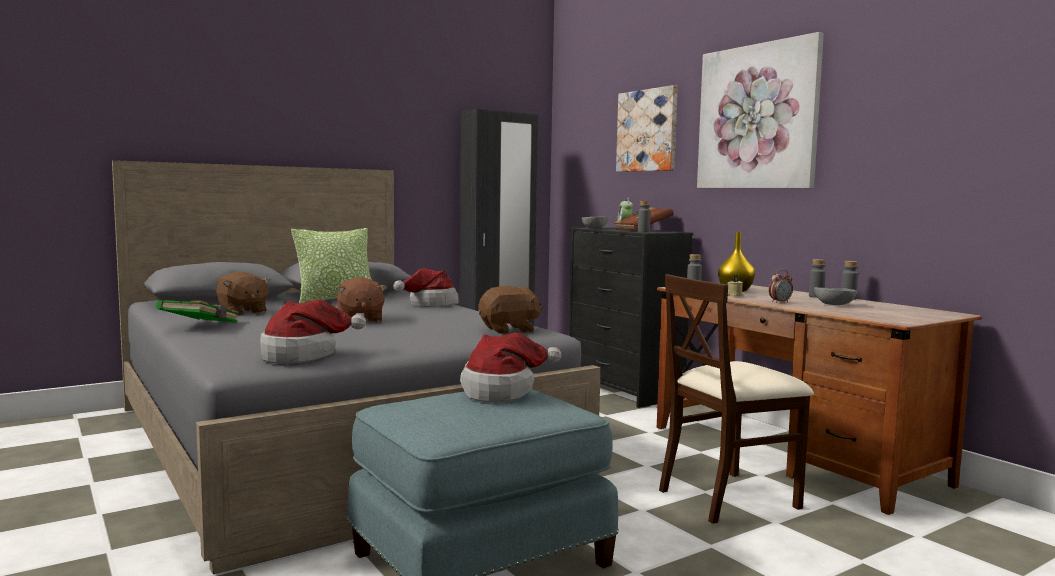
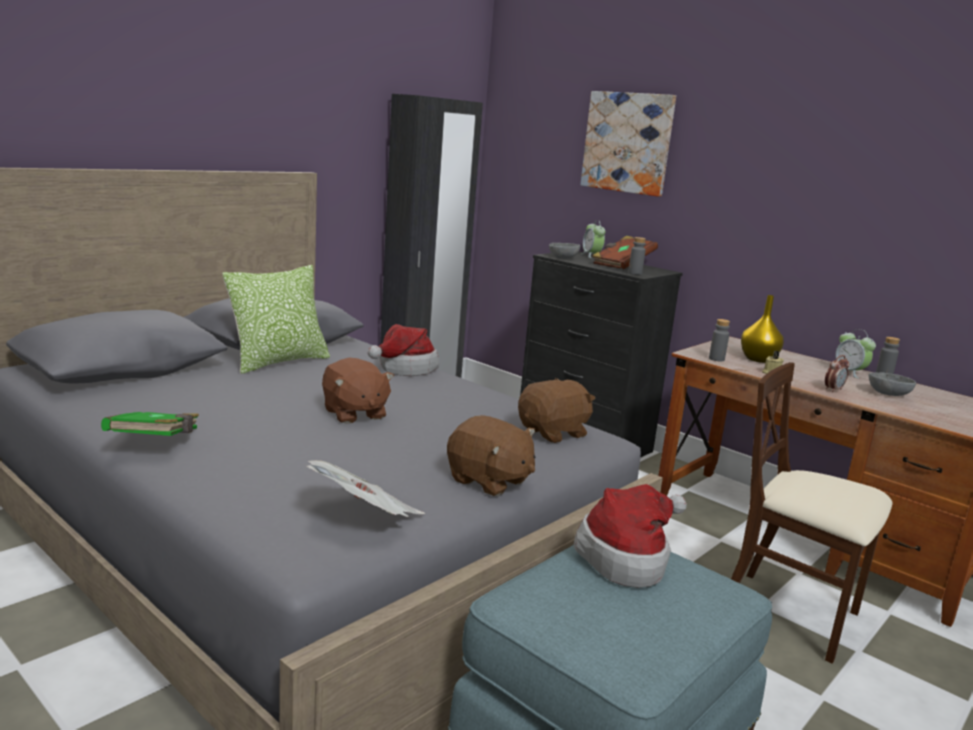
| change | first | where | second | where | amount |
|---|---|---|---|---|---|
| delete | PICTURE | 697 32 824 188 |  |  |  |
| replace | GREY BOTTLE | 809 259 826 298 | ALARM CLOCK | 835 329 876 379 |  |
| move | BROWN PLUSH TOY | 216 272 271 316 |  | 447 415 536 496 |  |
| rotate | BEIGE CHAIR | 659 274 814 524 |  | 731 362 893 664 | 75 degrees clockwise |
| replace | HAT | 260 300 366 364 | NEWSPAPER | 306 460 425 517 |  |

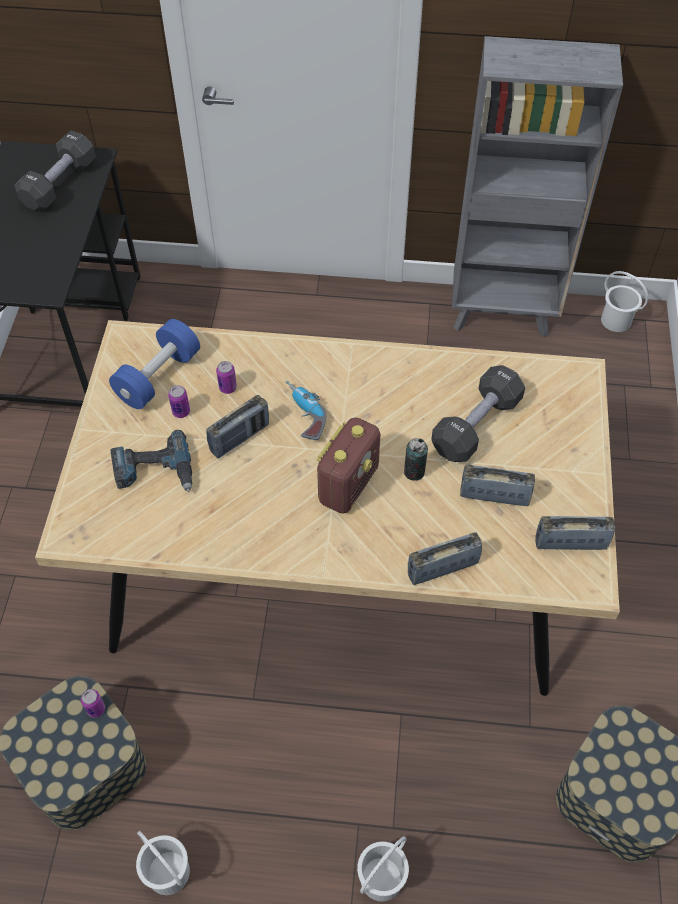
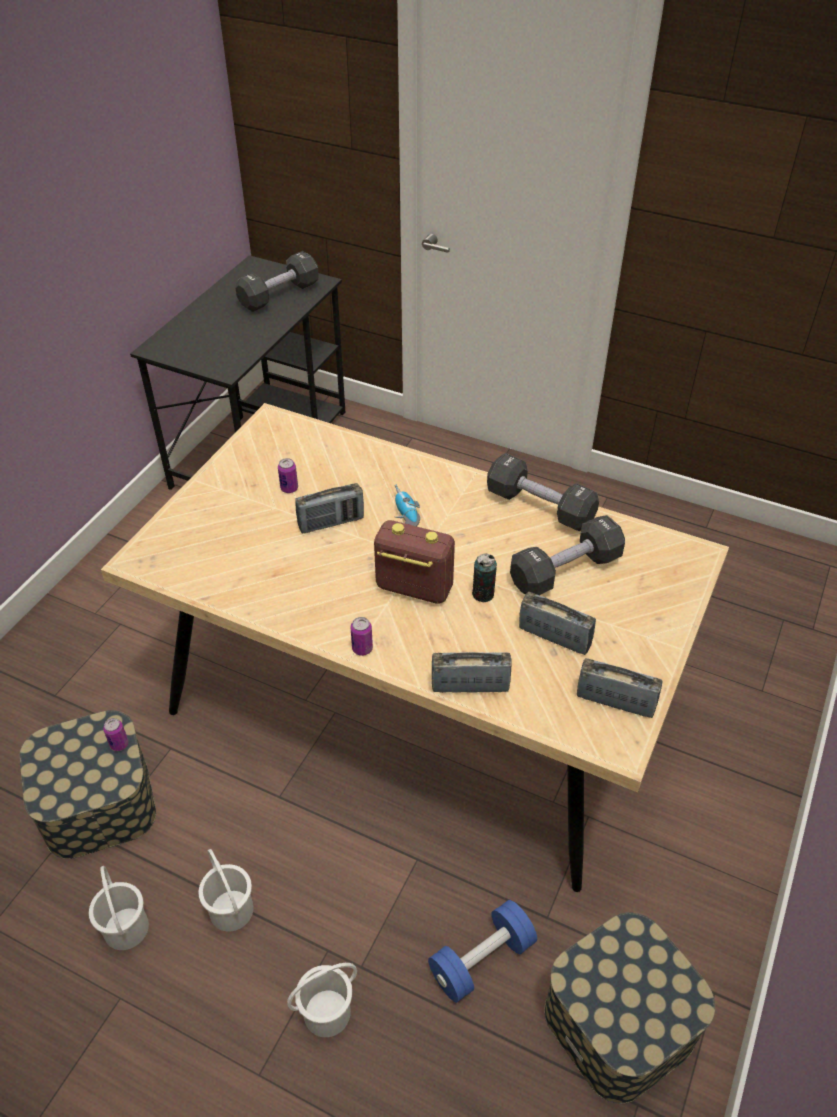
| change | first | where | second | where | amount |
|---|---|---|---|---|---|
| delete | GREY BOOKCASE | 452 36 623 338 |  |  |  |
| move | WHITE BUCKET | 601 271 648 332 |  | 198 849 254 932 |  |
| move | BLUE DUMBBELL | 109 319 200 409 |  | 428 900 537 1003 |  |
| move | CAN | 216 361 237 394 |  | 350 617 373 656 |  |
| rotate | RADIO | 317 417 380 514 |  | 374 520 455 604 | 120 degrees counterclockwise |
| delete | POWER DRILL | 110 430 192 492 |  |  |  |
| insert |  |  | BLACK DUMBBELL | 487 453 599 531 |  |

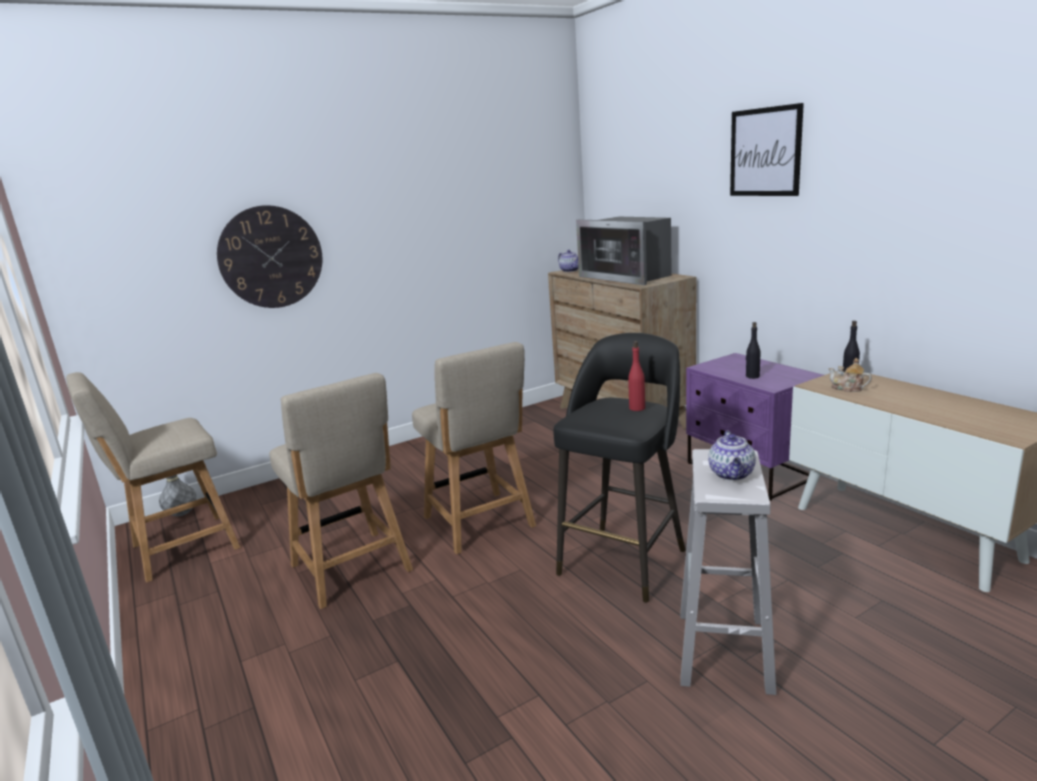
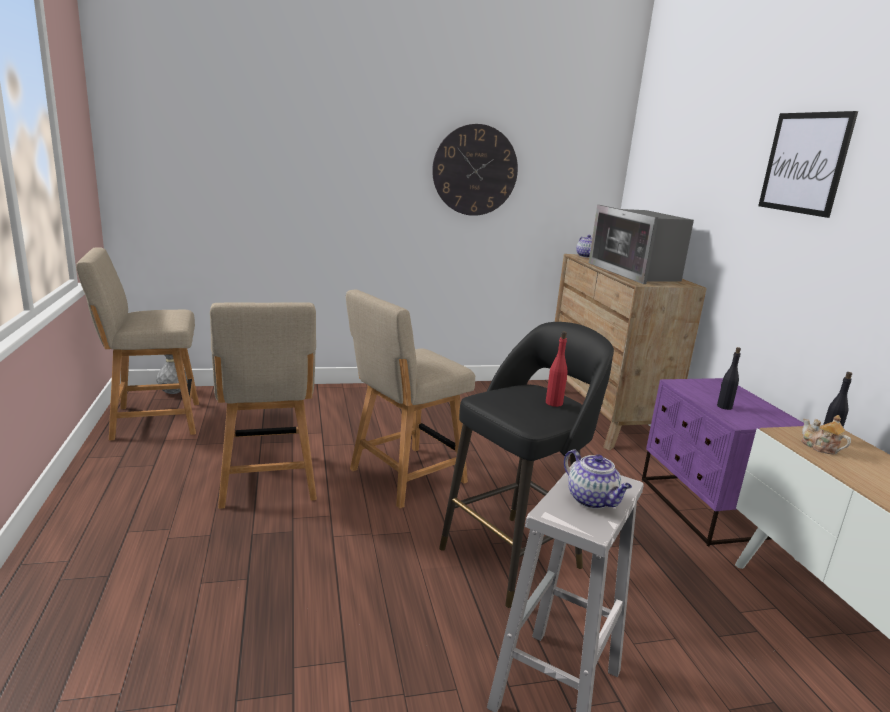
| change | first | where | second | where | amount |
|---|---|---|---|---|---|
| move | WALL CLOCK | 217 205 322 308 |  | 432 124 518 216 |  |
| rotate | BEIGE CHAIR | 412 342 536 555 |  | 346 289 475 508 | 60 degrees clockwise |
| rotate | TEAPOT | 708 430 756 481 |  | 564 449 632 509 | 60 degrees counterclockwise |

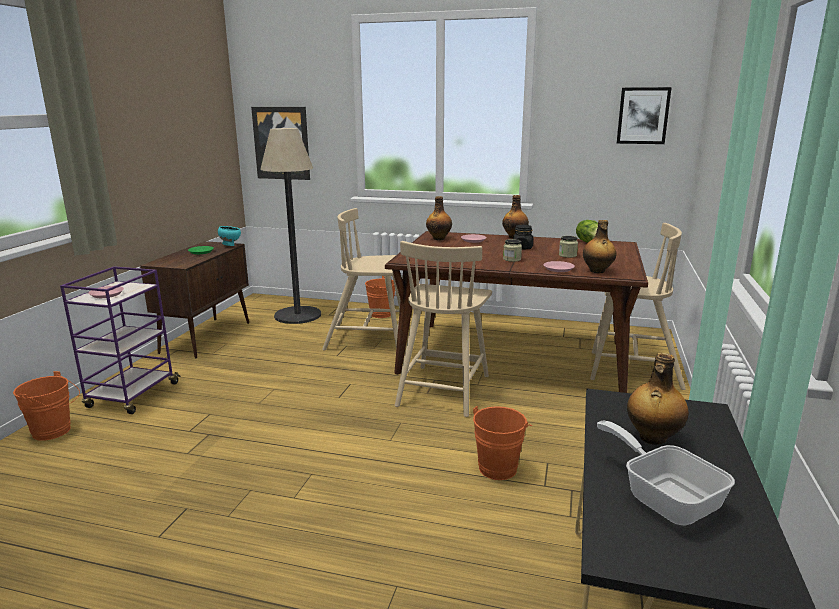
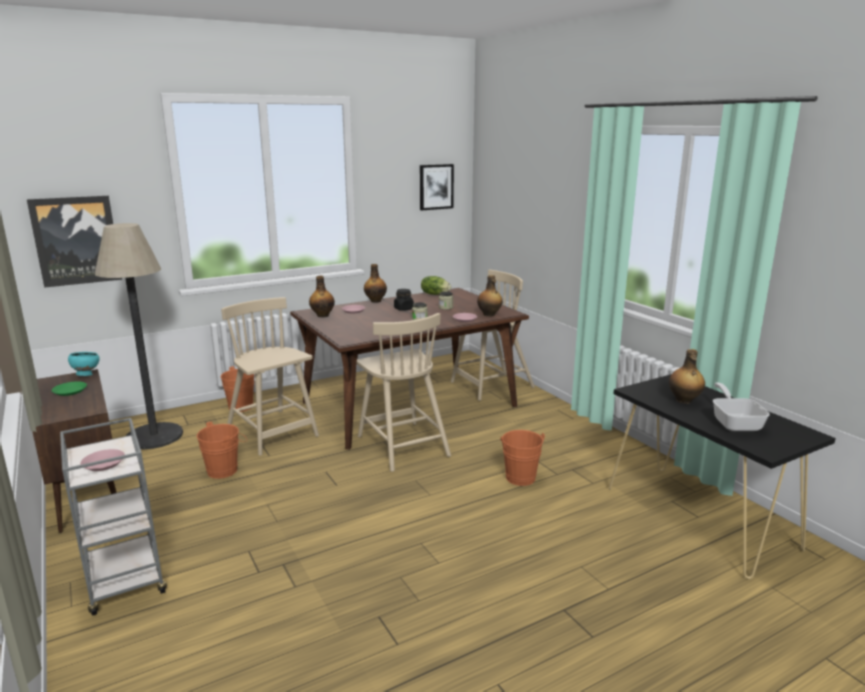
| change | first | where | second | where | amount |
|---|---|---|---|---|---|
| rotate | BEIGE CHAIR | 322 208 400 351 |  | 221 297 319 456 | 90 degrees clockwise |
| recolor | PURPLE CART | 60 266 181 414 | GREY CART | 60 418 167 616 |  |
| move | ORANGE BUCKET | 13 371 80 441 |  | 196 421 247 479 |  |
| rotate | FRYING PAN | 597 421 735 526 |  | 713 383 770 431 | 75 degrees clockwise |

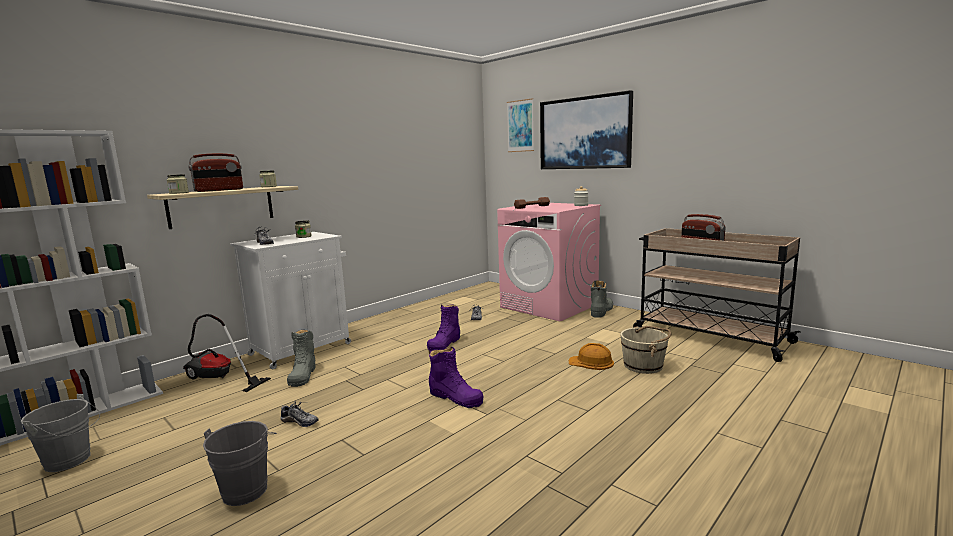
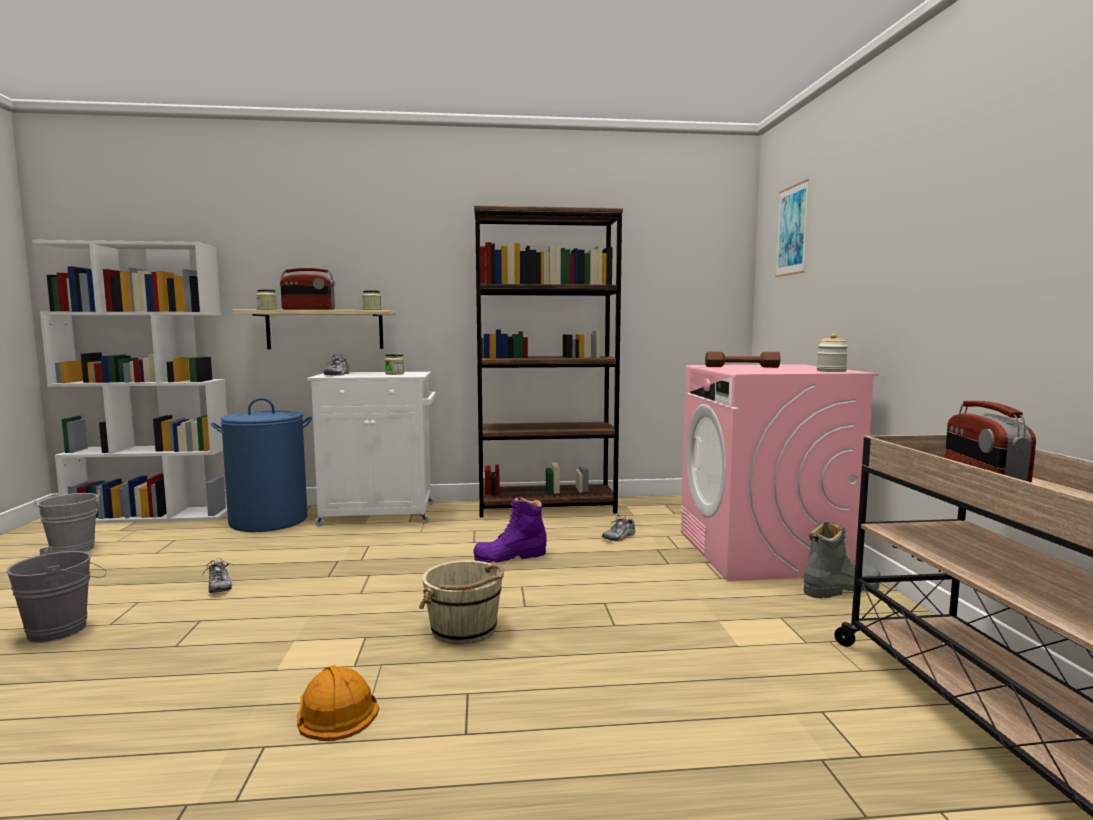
| change | first | where | second | where | amount |
|---|---|---|---|---|---|
| delete | PICTURE | 540 90 633 169 |  |  |  |
| replace | VACUUM CLEANER | 183 314 271 392 | BLUE LAUNDRY BASKET | 211 398 312 532 |  |
| move | BEIGE BUCKET | 620 326 671 374 |  | 419 560 504 645 |  |
| delete | GREY BOOT | 287 329 316 387 |  |  |  |
| move | ORANGE HARD HAT | 569 343 614 370 |  | 297 665 379 741 |  |
| delete | PURPLE BOOT | 429 347 484 408 |  |  |  |
| insert |  |  | BROWN BOOKCASE | 474 205 623 517 |  |

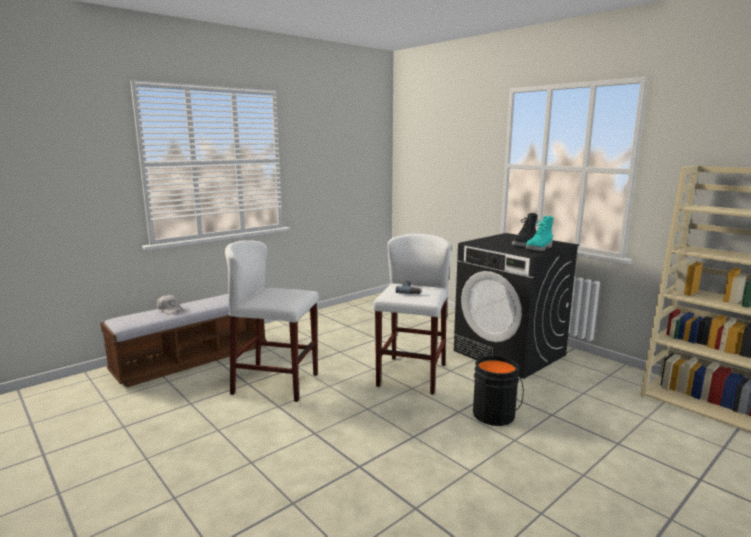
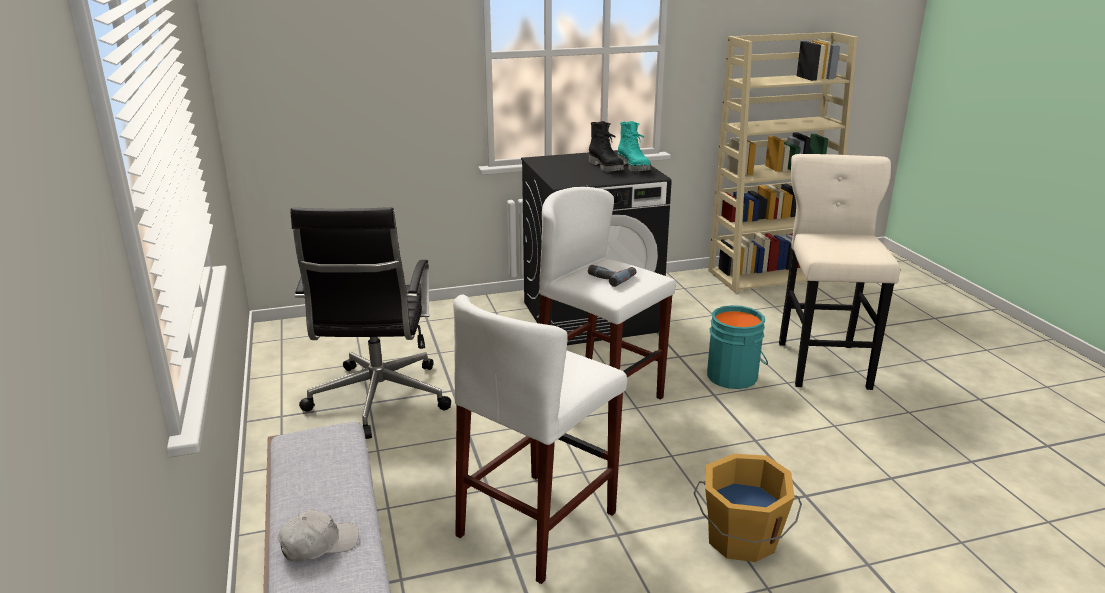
| change | first | where | second | where | amount |
|---|---|---|---|---|---|
| recolor | BLACK BUCKET | 473 356 524 426 | TURQUOISE BUCKET | 707 305 768 389 |  |
| insert |  |  | BEIGE STOOL | 779 154 900 390 |  |
| insert |  |  | BLACK OFFICE CHAIR | 290 207 451 439 |  |
| insert |  |  | ORANGE BUCKET | 693 454 802 562 |  |

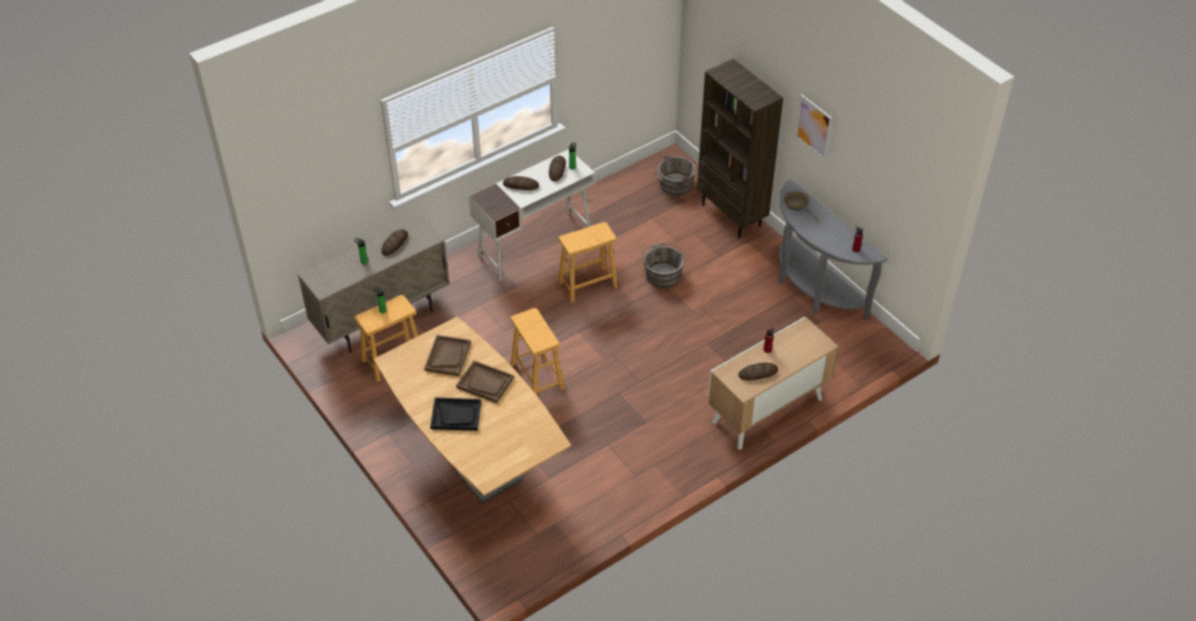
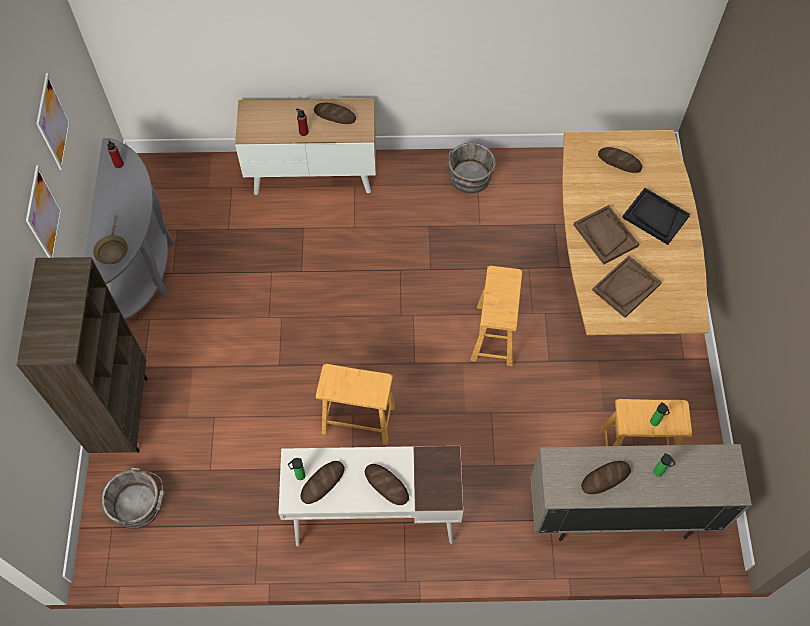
| change | first | where | second | where | amount |
|---|---|---|---|---|---|
| move | GREY BUCKET | 642 243 684 288 |  | 446 143 496 194 |  |
| insert |  |  | PICTURE | 36 73 70 170 |  |
| insert |  |  | BREAD | 598 147 642 173 |  |

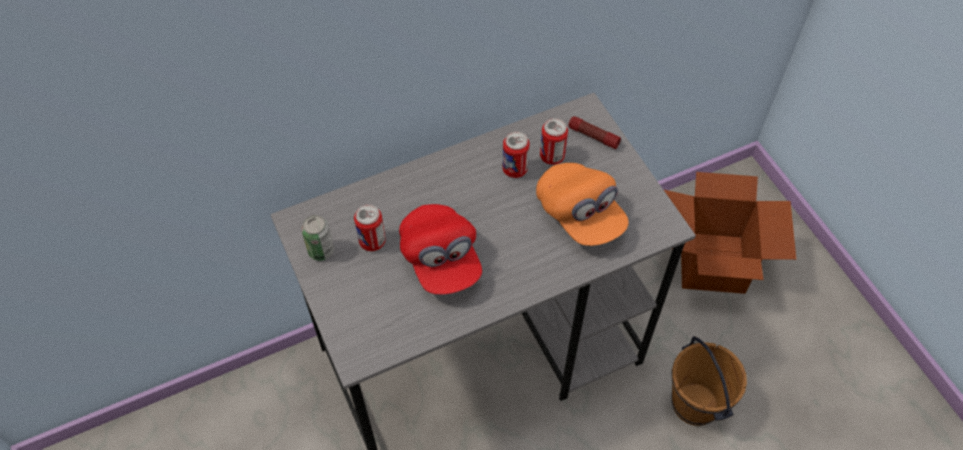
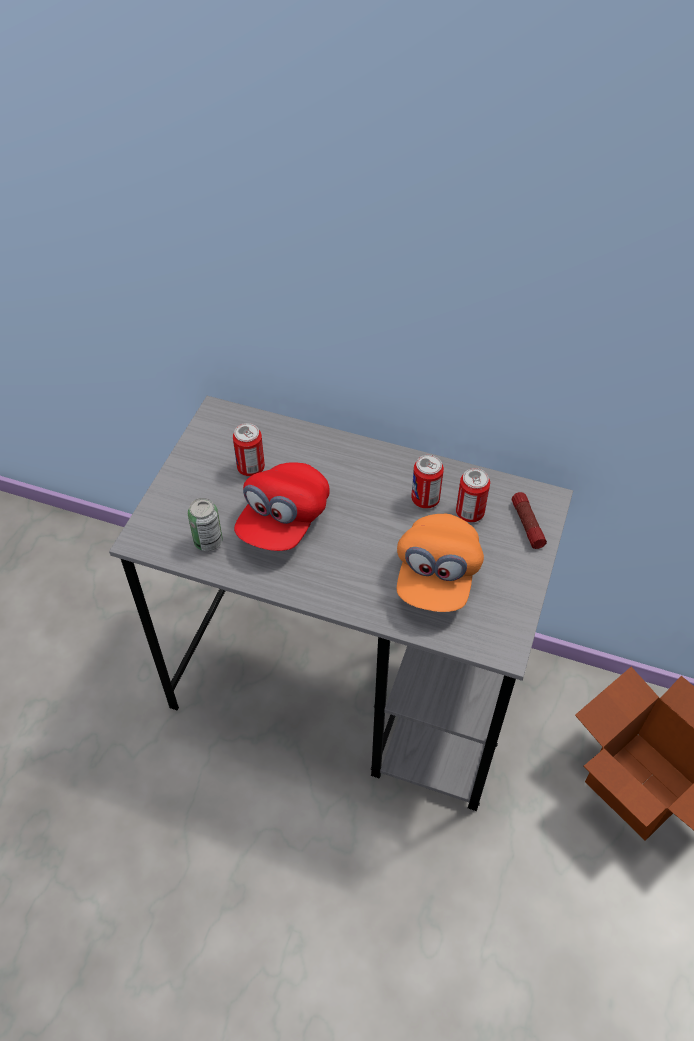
| change | first | where | second | where | amount |
|---|---|---|---|---|---|
| move | CAN | 301 215 334 261 |  | 188 498 223 551 |  |
| delete | BROWN BUCKET | 671 336 747 426 |  |  |  |

